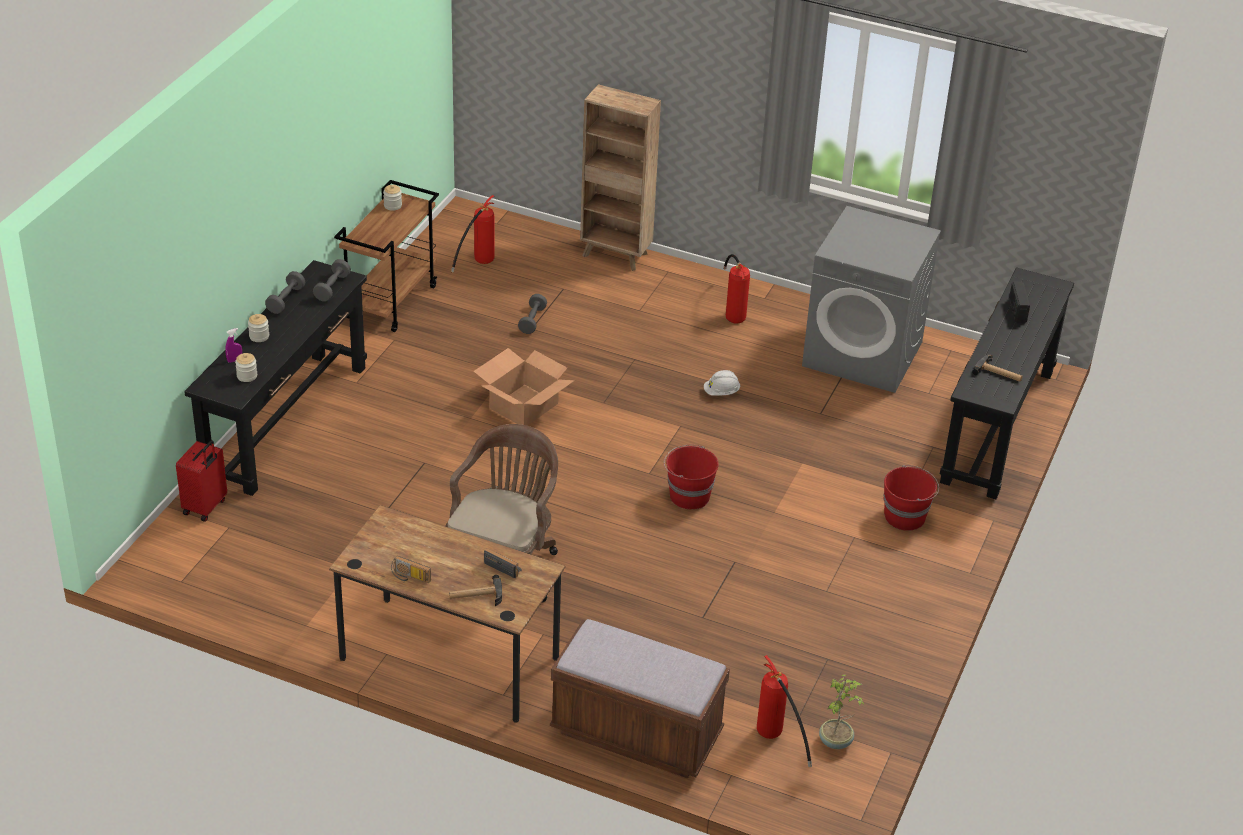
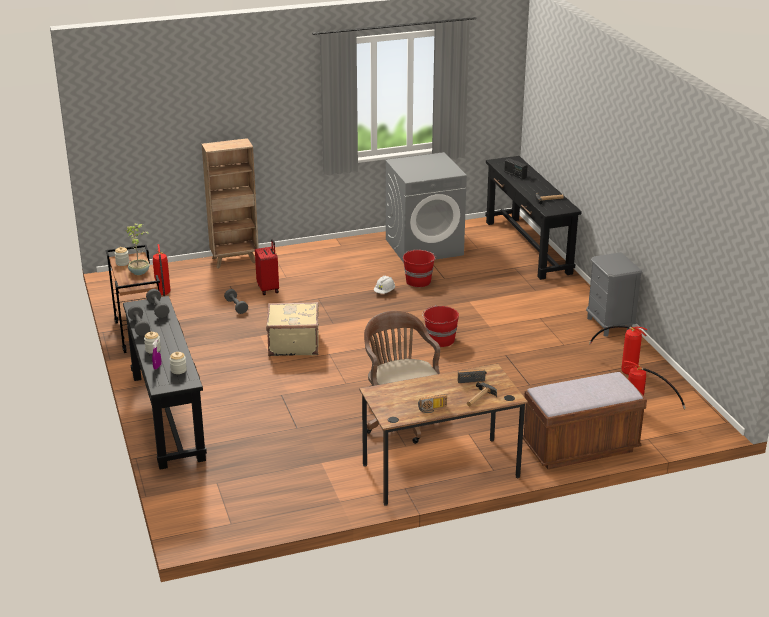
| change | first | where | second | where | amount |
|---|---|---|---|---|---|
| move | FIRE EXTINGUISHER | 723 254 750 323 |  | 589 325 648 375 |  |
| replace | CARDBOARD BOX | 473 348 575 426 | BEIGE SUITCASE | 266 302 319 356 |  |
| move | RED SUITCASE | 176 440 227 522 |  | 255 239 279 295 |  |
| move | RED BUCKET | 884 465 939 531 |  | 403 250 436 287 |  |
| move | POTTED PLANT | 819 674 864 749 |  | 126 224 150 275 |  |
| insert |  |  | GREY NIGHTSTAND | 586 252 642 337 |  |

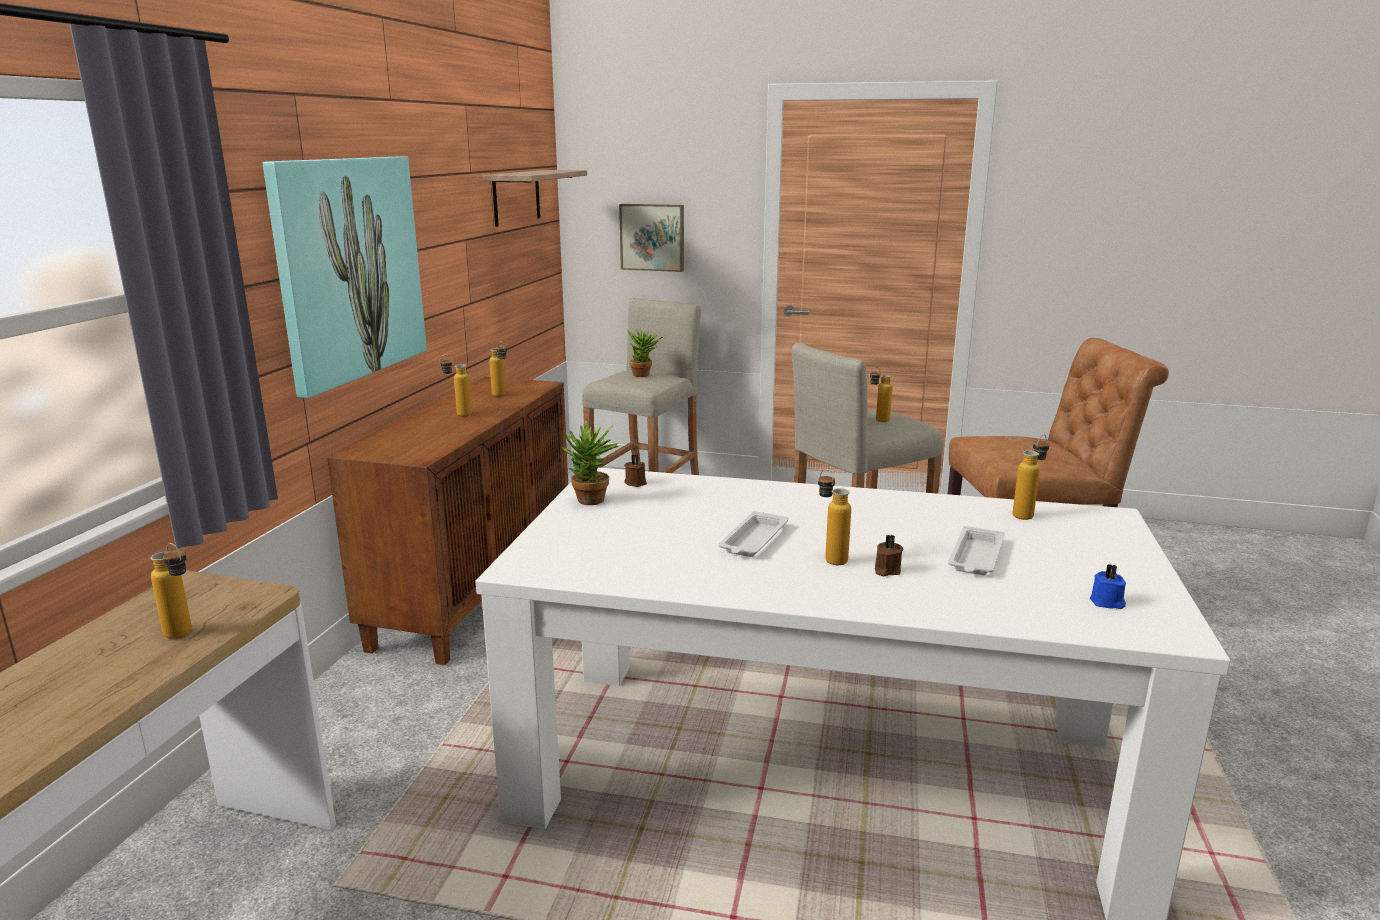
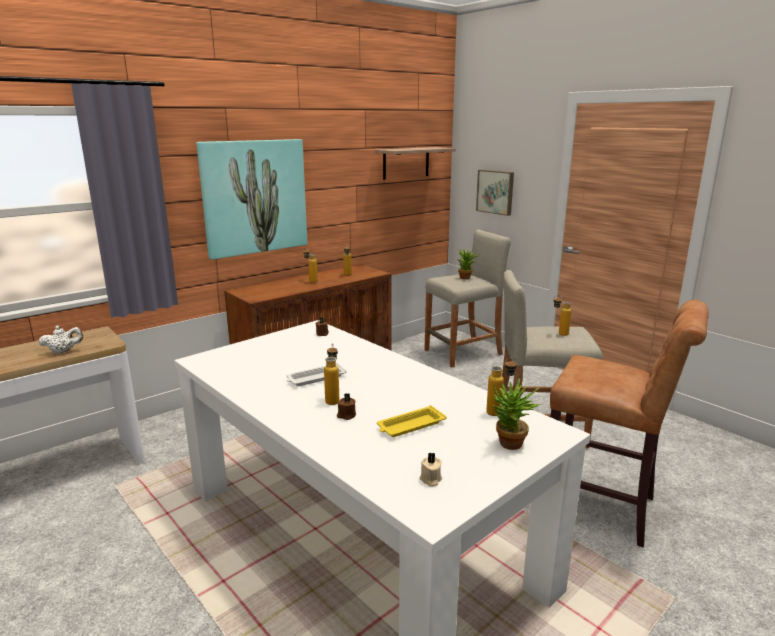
| change | first | where | second | where | amount |
|---|---|---|---|---|---|
| move | POTTED PLANT | 562 421 619 505 |  | 493 378 541 450 |  |
| recolor | WHITE TRAY | 948 526 1005 575 | YELLOW TRAY | 377 405 447 437 |  |
| replace | BOTTLE | 150 543 192 639 | WHITE TEAPOT | 38 325 83 353 |  |
| recolor | BLUE CANDLE | 1090 564 1126 609 | BEIGE CANDLE | 420 452 442 487 |  |

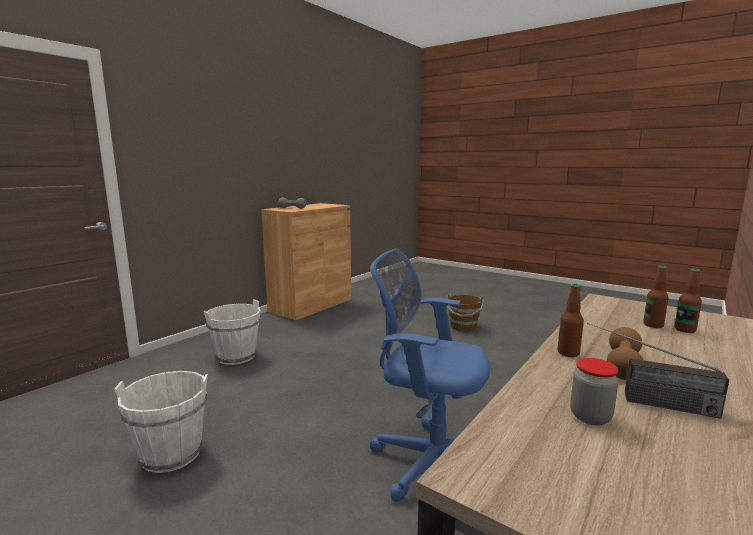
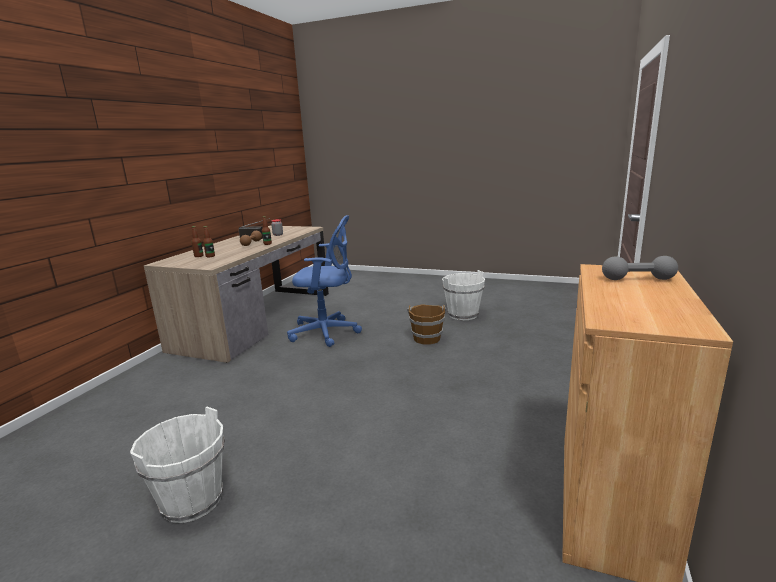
| change | first | where | second | where | amount |
|---|---|---|---|---|---|
| move | BROWN BUCKET | 446 293 484 331 |  | 407 304 446 345 |  |
| move | WHITE BUCKET | 203 299 261 365 |  | 130 406 225 523 |  |

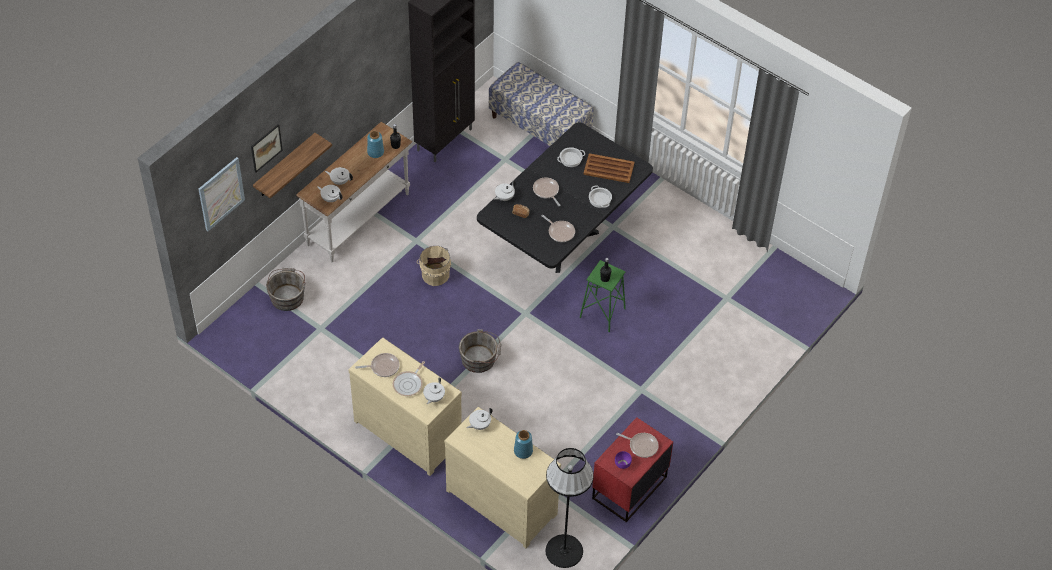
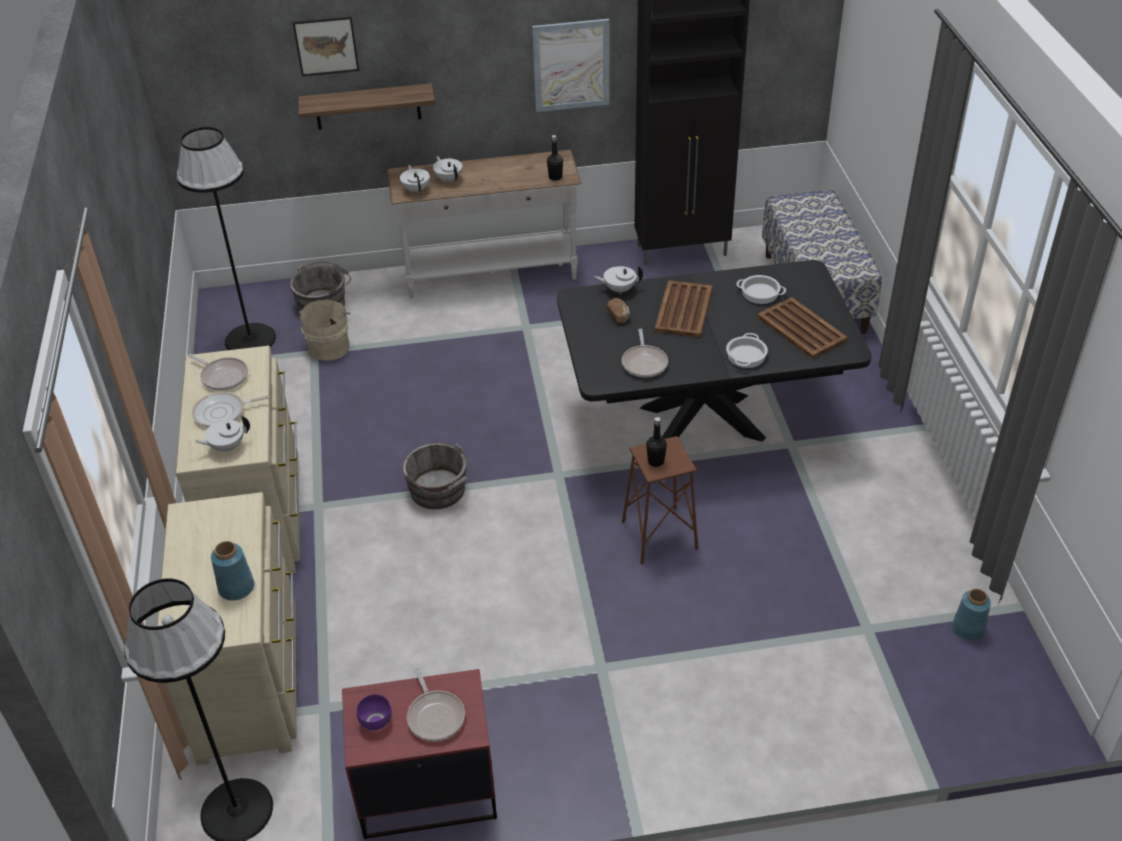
| change | first | where | second | where | amount |
|---|---|---|---|---|---|
| move | BLUE VASE | 367 131 384 158 |  | 952 589 991 641 |  |
| move | PICTURE | 198 157 245 231 |  | 532 19 609 112 |  |
| replace | FRYING PAN | 533 177 560 206 | BROWN TRAY | 655 280 712 337 |  |
| move | BEIGE BUCKET | 417 246 451 286 |  | 298 300 351 361 |  |
| recolor | GREEN STOOL | 580 260 626 332 | BROWN STOOL | 622 436 698 565 |  |
| delete | WHITE TEAPOT | 467 408 493 430 |  |  |  |
| insert |  |  | BLACK FLOOR LAMP | 176 127 276 350 |  |

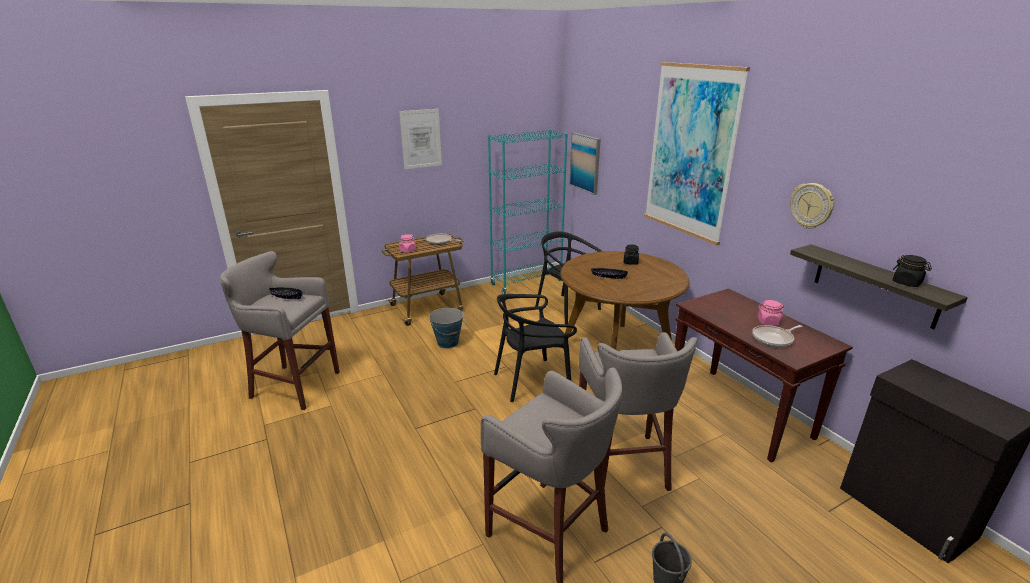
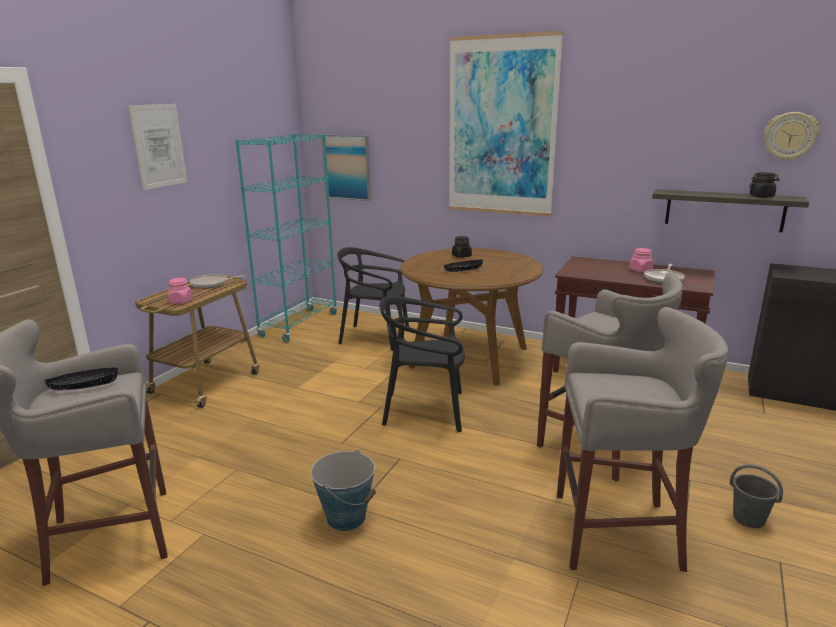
| change | first | where | second | where | amount |
|---|---|---|---|---|---|
| move | WALL CLOCK | 790 183 835 228 |  | 764 112 819 161 |  |
| rotate | BLACK CHAIR | 494 294 577 402 |  | 379 296 465 432 | 60 degrees clockwise |
| move | BUCKET | 429 308 465 349 |  | 311 450 376 531 |  |

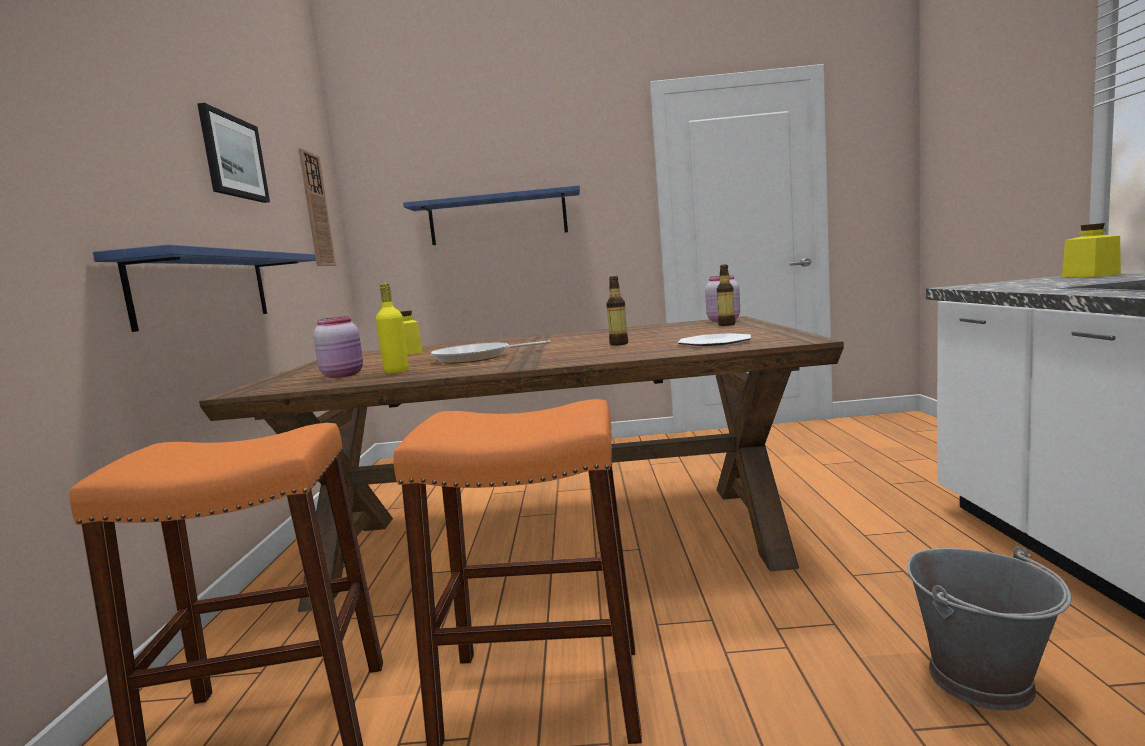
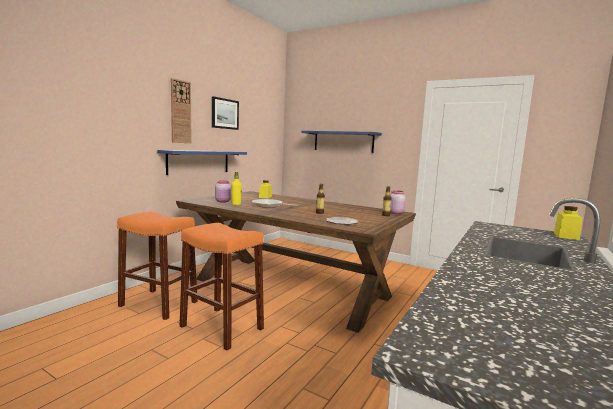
| change | first | where | second | where | amount |
|---|---|---|---|---|---|
| move | WALL CLOCK | 298 149 336 266 |  | 171 78 191 143 |  |
| delete | GREY BUCKET | 908 546 1071 711 |  |  |  |

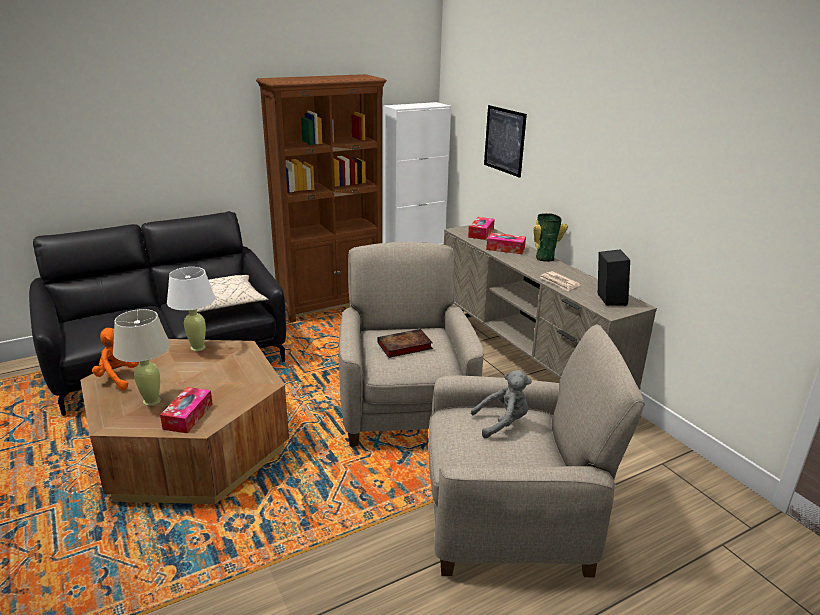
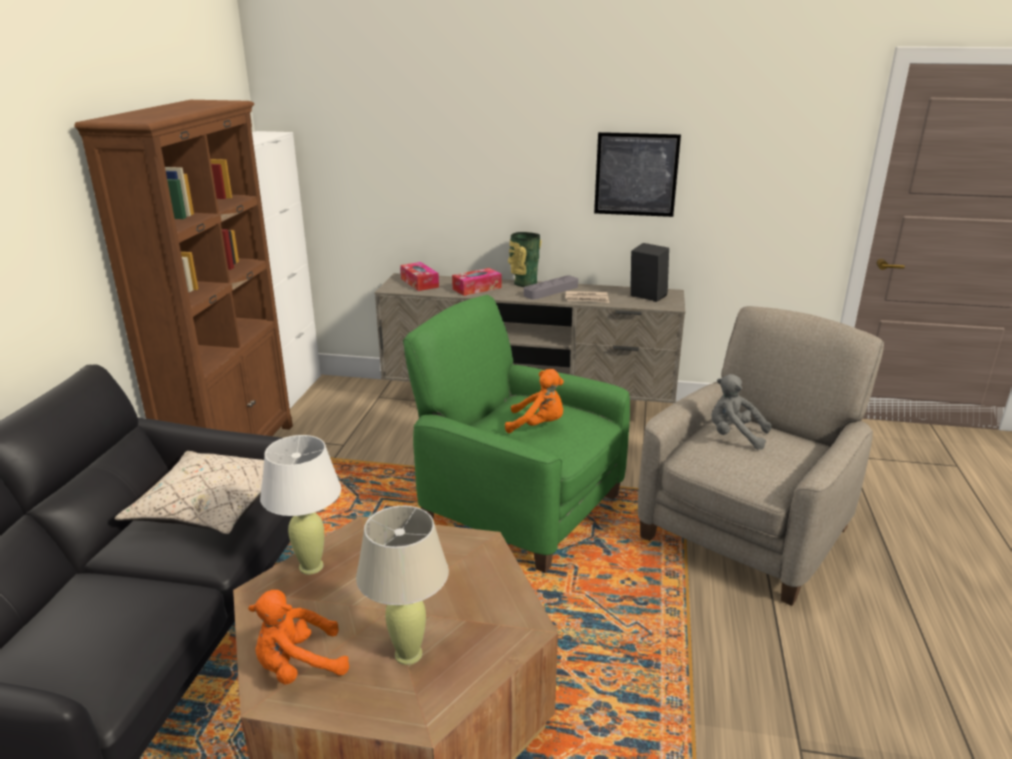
| change | first | where | second | where | amount |
|---|---|---|---|---|---|
| move | PICTURE | 484 105 527 178 |  | 594 132 681 217 |  |
| recolor | BEIGE ARMCHAIR | 339 242 484 446 | GREEN ARMCHAIR | 403 295 630 573 |  |
| replace | BOOK | 377 329 433 358 | ORANGE PLUSH TOY | 505 369 564 433 |  |
| rotate | GREY PLUSH TOY | 471 370 532 438 |  | 711 374 771 450 | 90 degrees counterclockwise |
| delete | TISSUE BOX | 160 387 213 433 |  |  |  |
| insert |  |  | GREY TRAY | 524 276 578 300 |  |

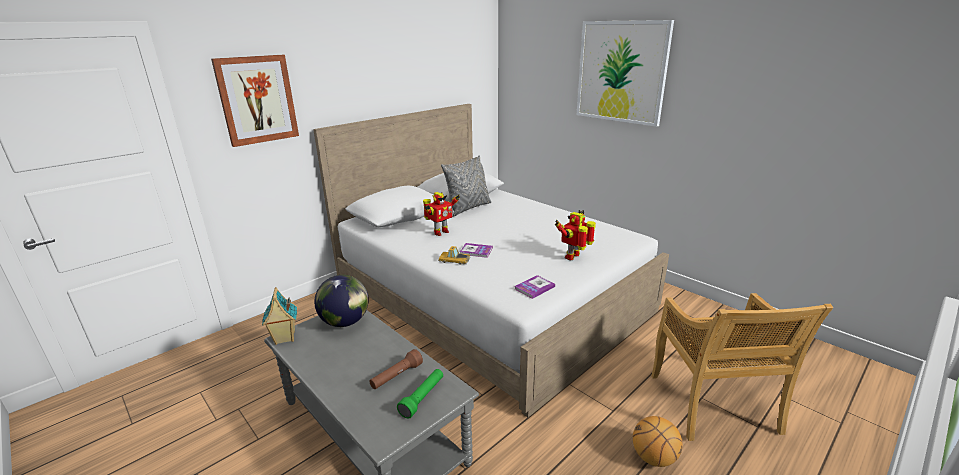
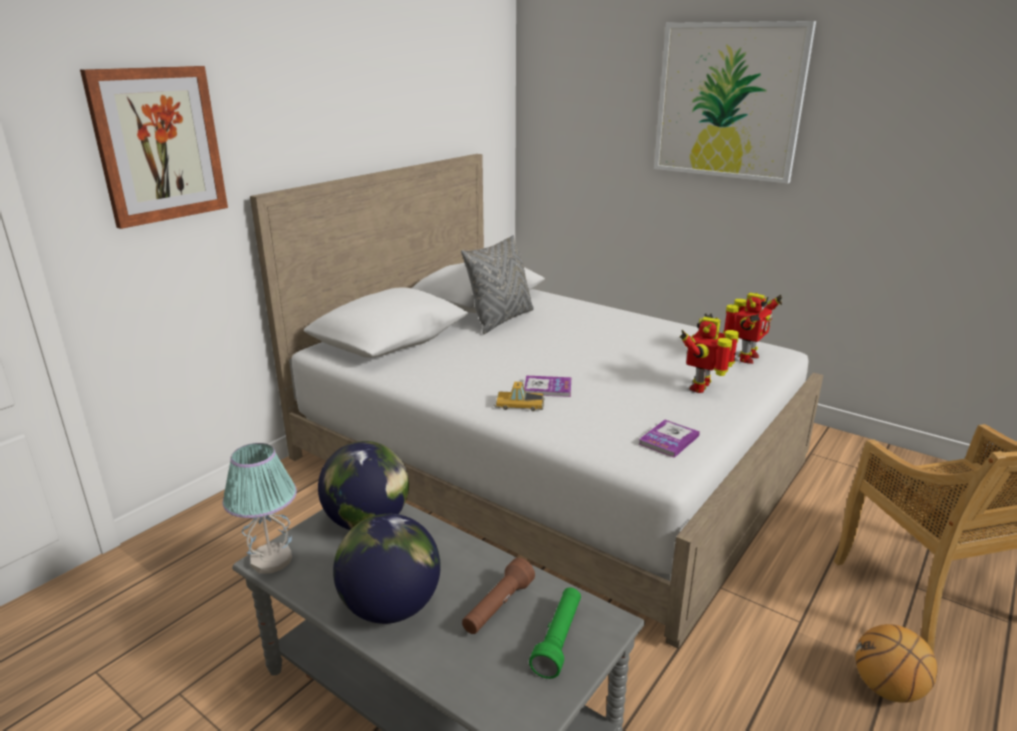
| change | first | where | second | where | amount |
|---|---|---|---|---|---|
| move | TOY ROBOT | 423 192 460 236 |  | 723 293 782 364 |  |
| replace | TOY HOUSE | 262 287 297 345 | TABLE LAMP | 223 443 297 573 |  |
| insert |  |  | GLOBE | 333 514 441 624 |  |

